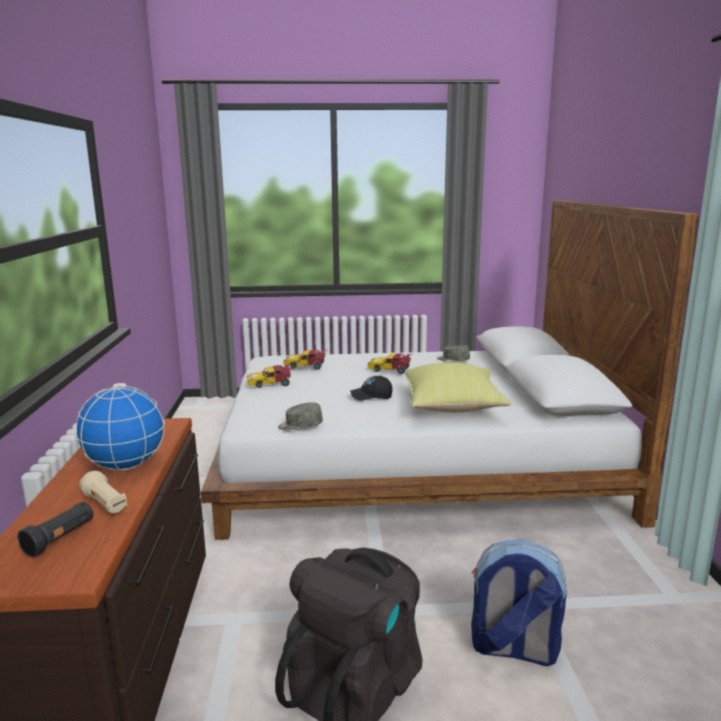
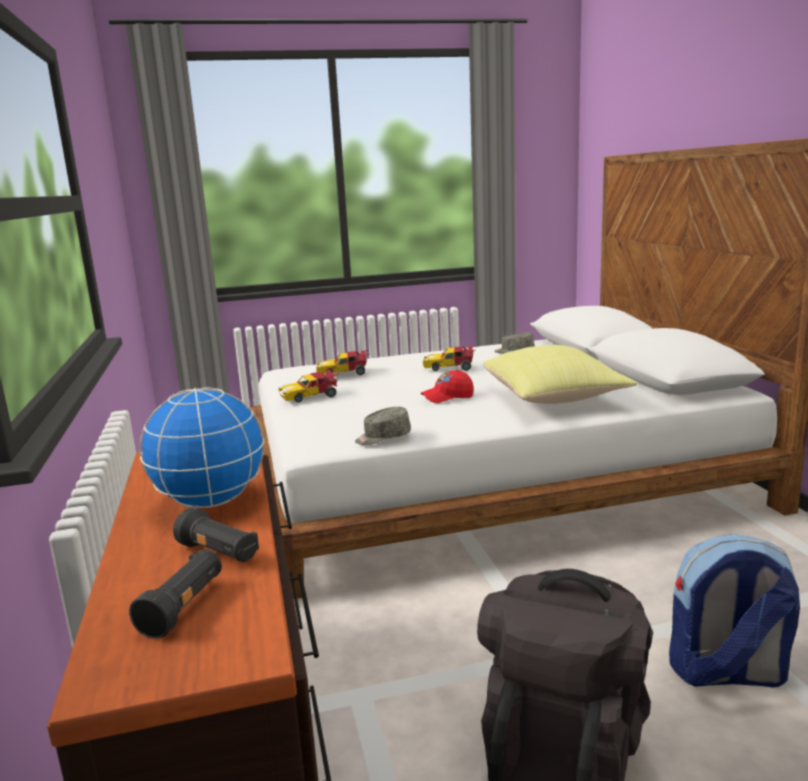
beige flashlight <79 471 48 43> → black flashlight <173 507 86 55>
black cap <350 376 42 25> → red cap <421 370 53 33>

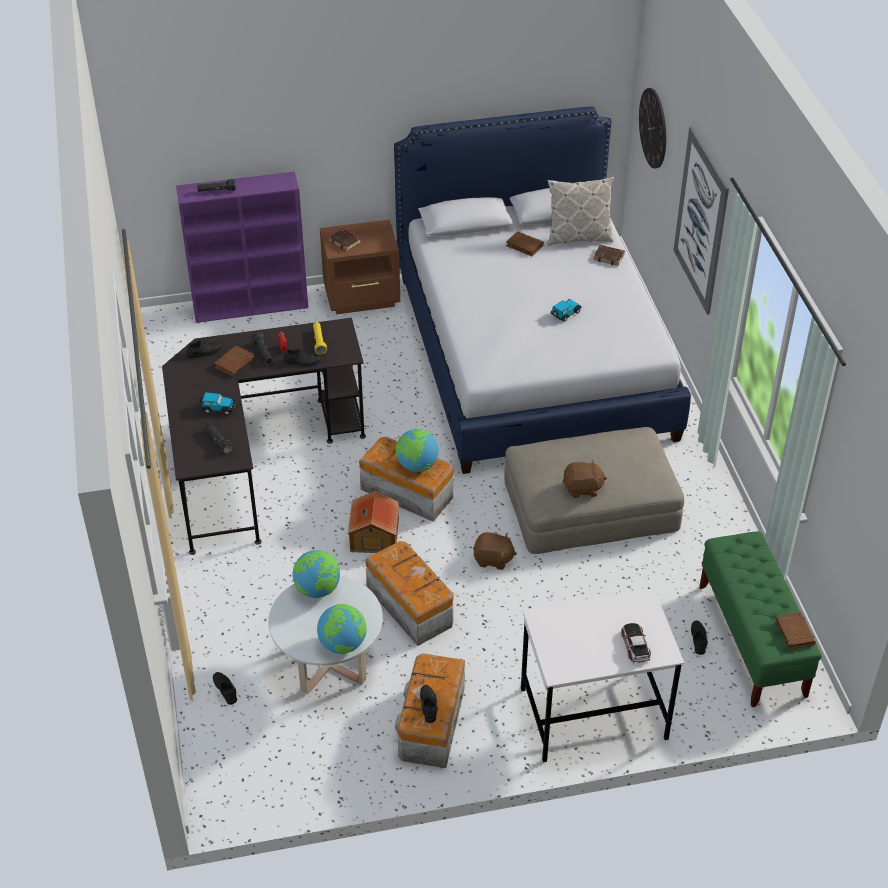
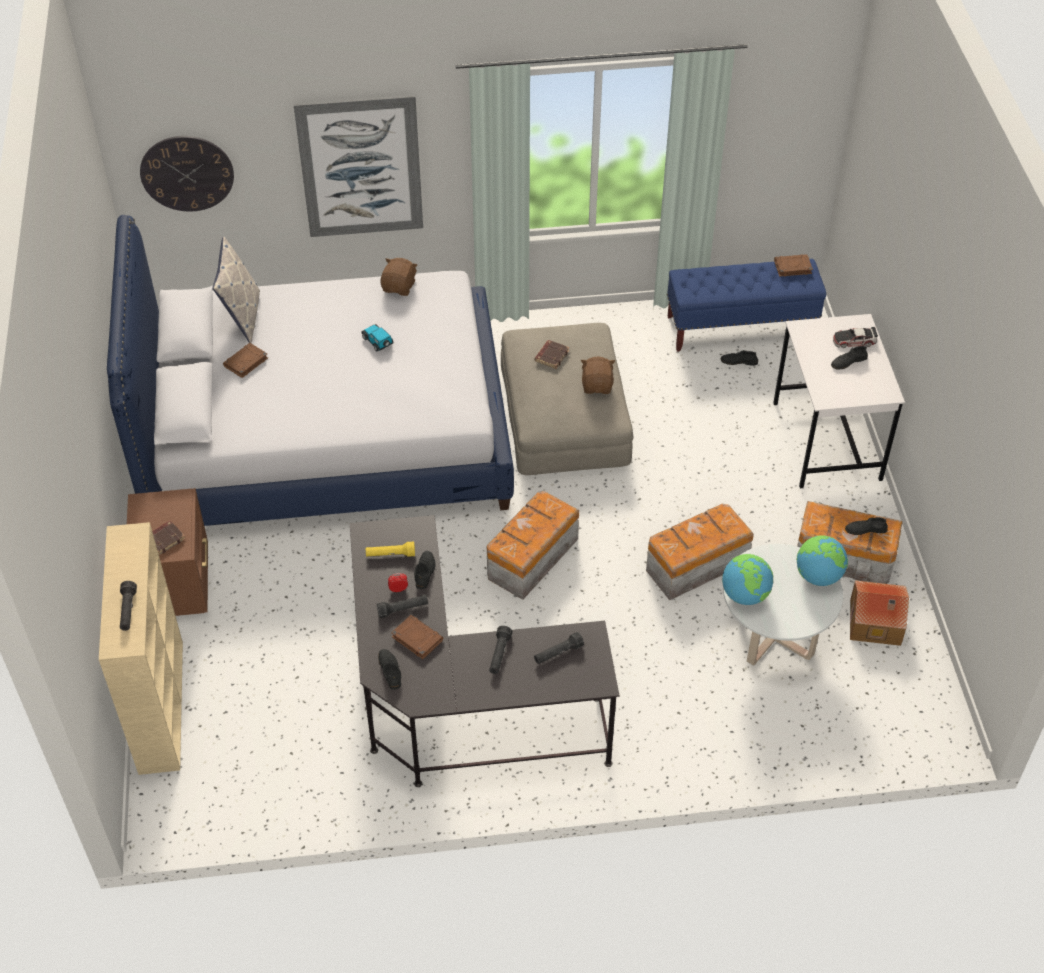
purple bookcase <176 172 132 151> → beige bookcase <99 522 84 253>
toy car <200 392 36 23> → black flashlight <489 626 24 48>
black shoe <213 672 24 33> → black shoe <831 346 37 24>, relocated
toy house <348 491 51 62> → toy house <850 580 59 66>, relocated
globe <395 429 44 43> → -
brown plush toy <473 532 44 38> → brown plush toy <380 258 37 38>, relocated
brown book <593 245 32 21> → brown book <534 340 35 29>, relocated
green bench <699 531 123 176> → blue bench <667 259 159 92>

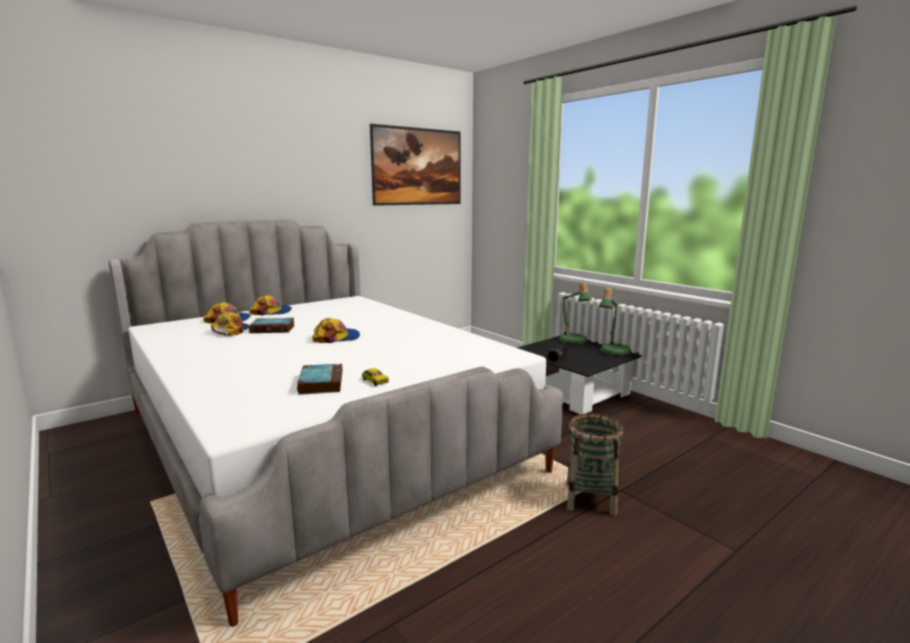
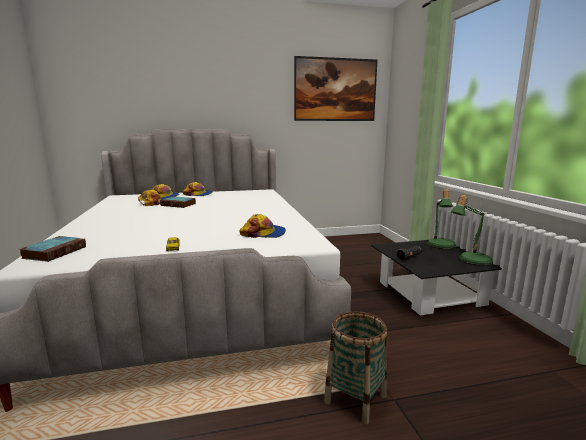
book <297 364 45 31> → book <20 236 66 26>, relocated
cap <312 318 48 25> → cap <240 214 46 24>, relocated

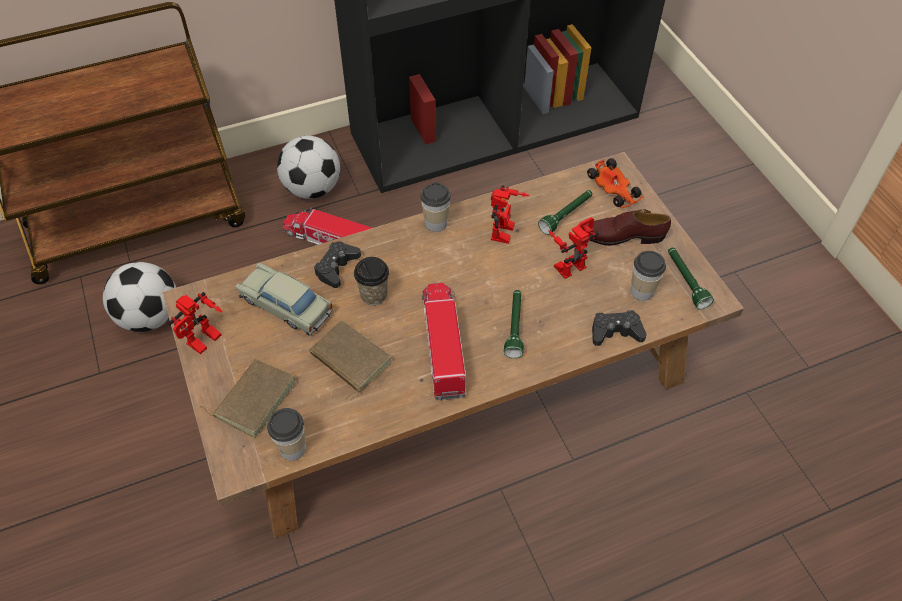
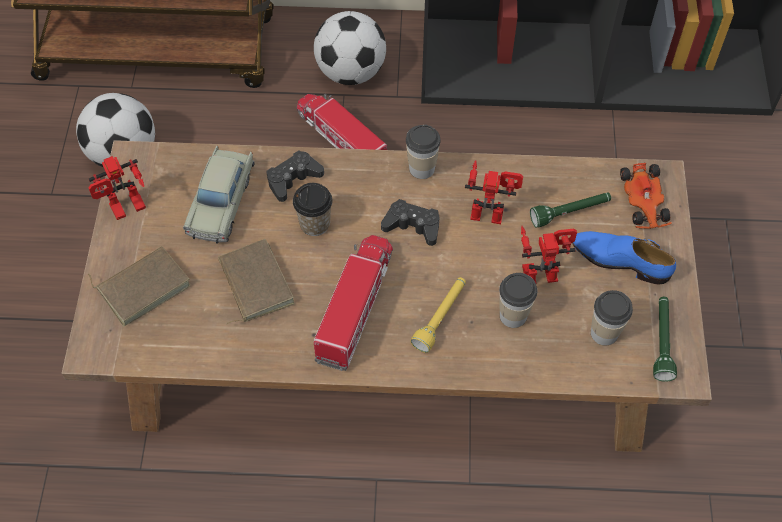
beige toy car <235 263 98 73> → beige toy car <183 145 72 98>, 135 degrees counterclockwise
cup <267 408 39 53> → cup <499 273 38 55>, relocated
toy robot <491 185 39 59> → toy robot <465 160 58 64>, 120 degrees counterclockwise
green flashlight <504 290 20 69> → yellow flashlight <411 277 55 76>
brown shoe <582 209 89 37> → blue shoe <572 231 104 53>
black game controller <592 310 55 36> → black game controller <381 199 58 47>, relocated

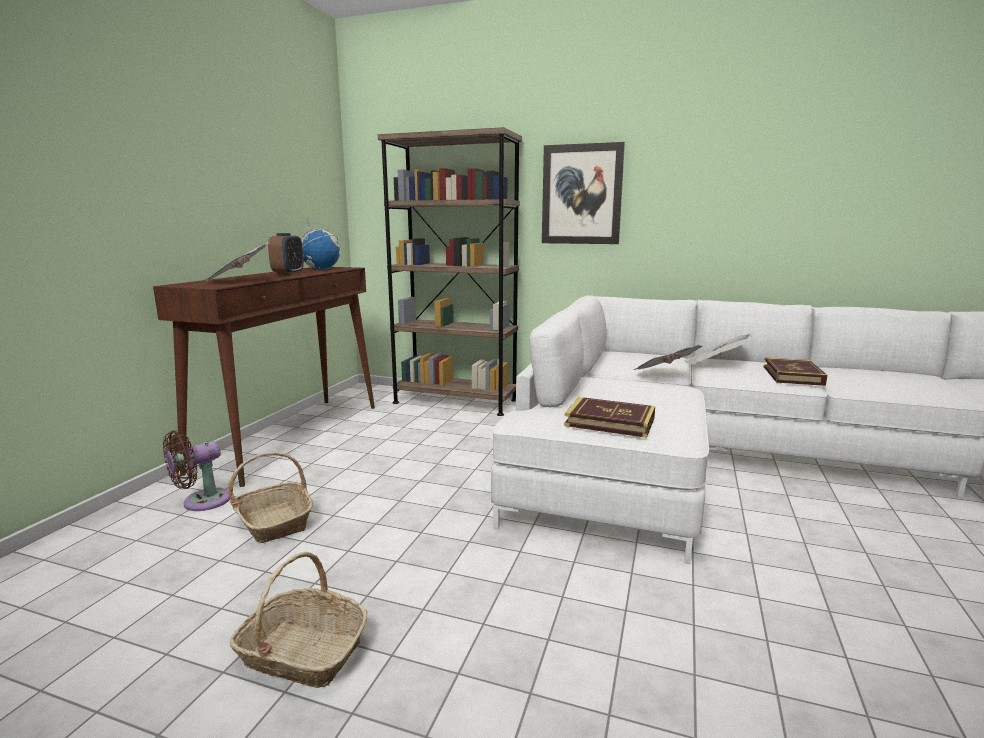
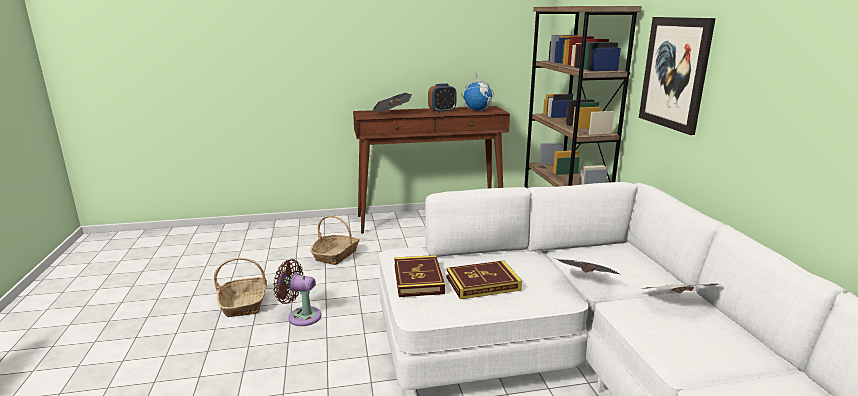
brown fan <163 430 67 81> → brown fan <273 259 49 67>, relocated
book <764 358 64 28> → book <446 261 76 38>, relocated

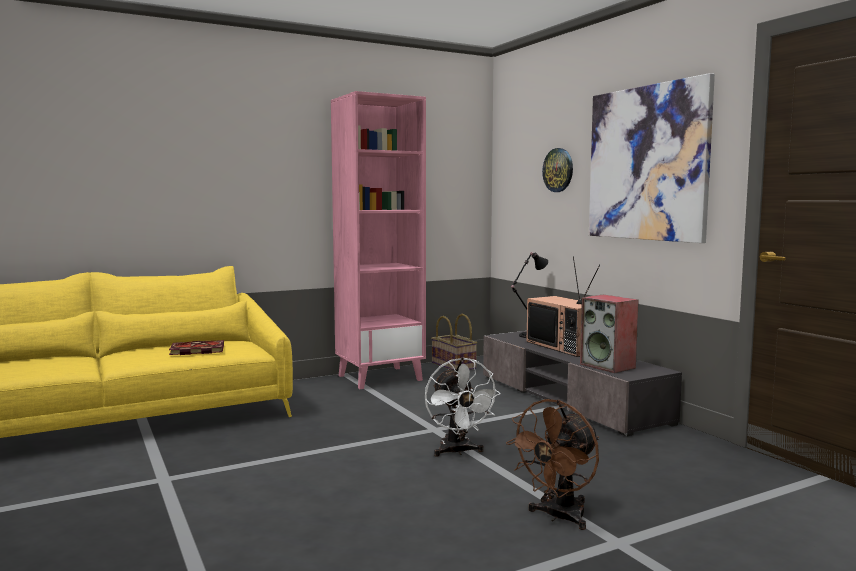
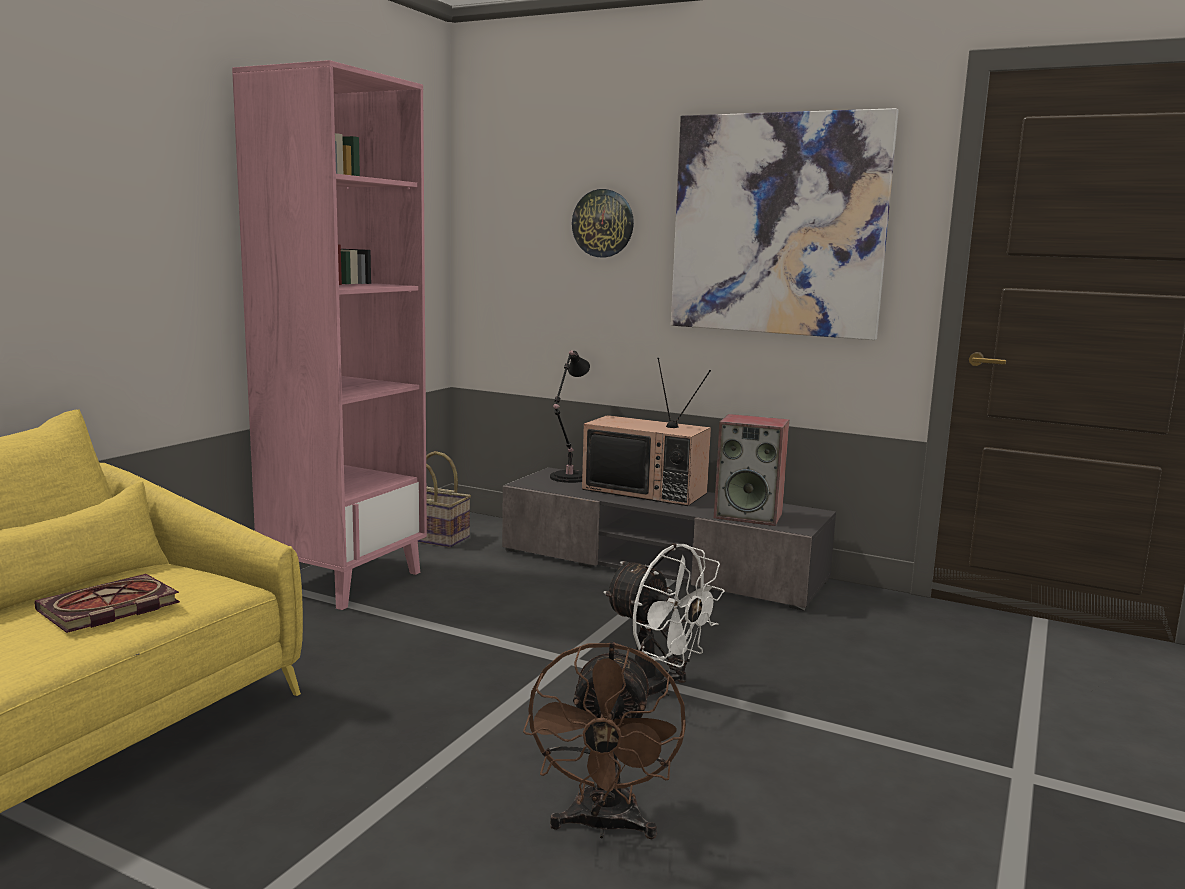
brown fan <506 399 93 131> → brown fan <523 642 163 197>, relocated

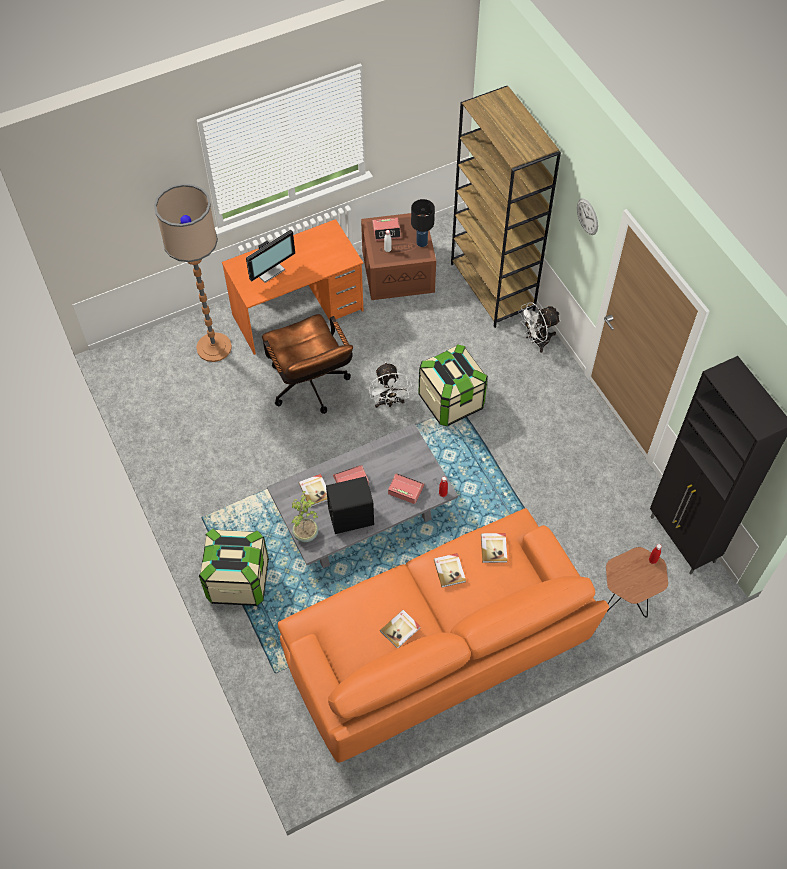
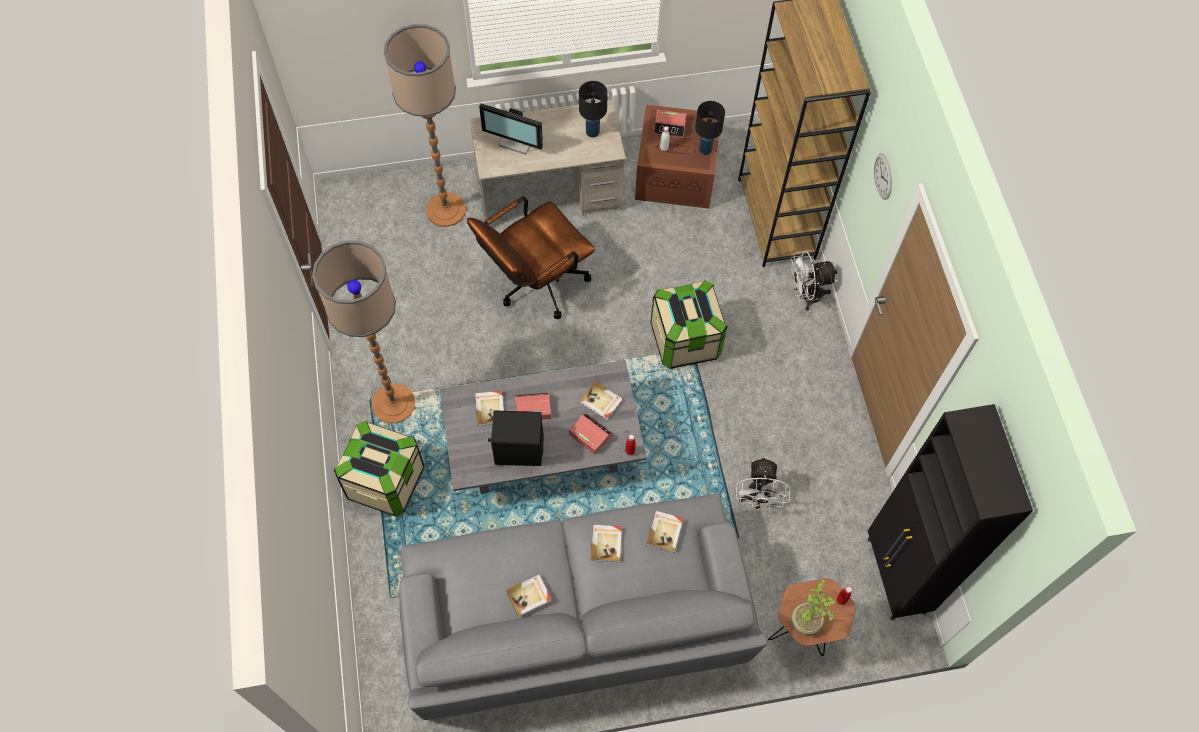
orange desk <222 219 141 136> → beige desk <470 100 156 121>
monitor <246 229 49 54> → monitor <479 103 64 52>, 45 degrees clockwise
brown office chair <262 314 91 100> → brown office chair <467 196 128 123>, 60 degrees clockwise
orange sofa <278 508 331 254> → grey sofa <399 494 368 226>
potted plant <291 491 27 51> → potted plant <792 579 45 56>, relocated
white fan <369 362 44 46> → white fan <736 457 54 53>, relocated
- → floor lamp <312 240 103 183>
- → black table lamp <579 81 29 57>
- → book <580 381 43 39>

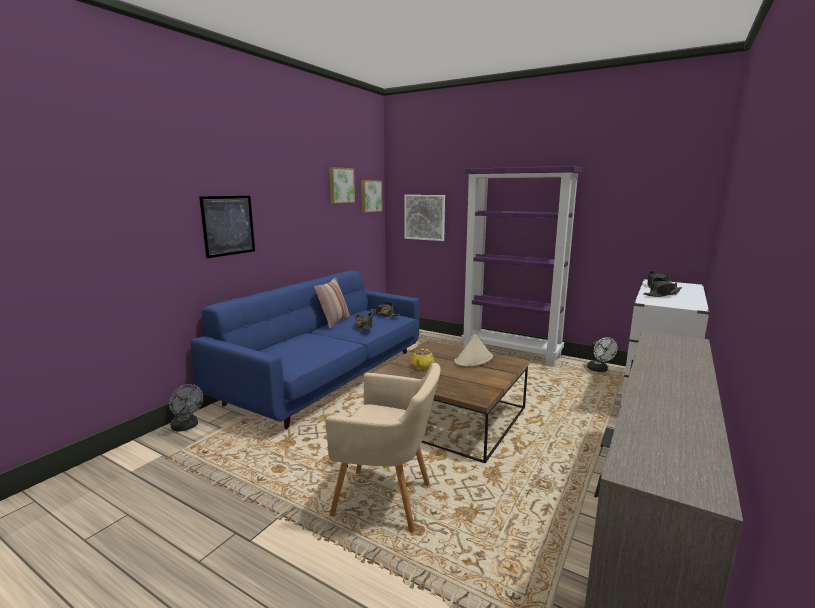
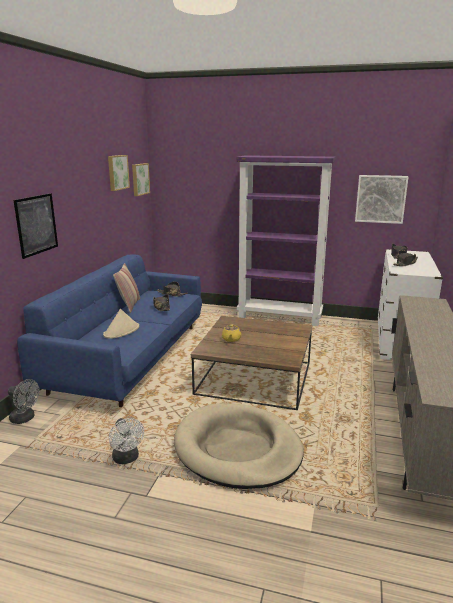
beige armchair <325 363 116 170> → beige dog bed <174 403 130 86>
picture <404 195 41 46> → picture <355 175 54 49>, relocated
beige hat <454 334 39 33> → beige hat <103 309 36 30>, relocated
white fan <587 337 30 35> → white fan <109 418 35 46>, relocated

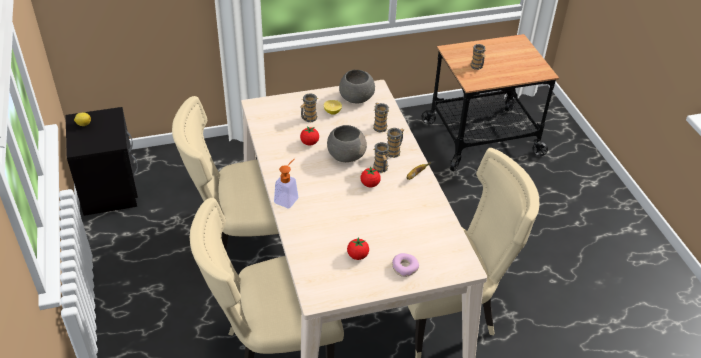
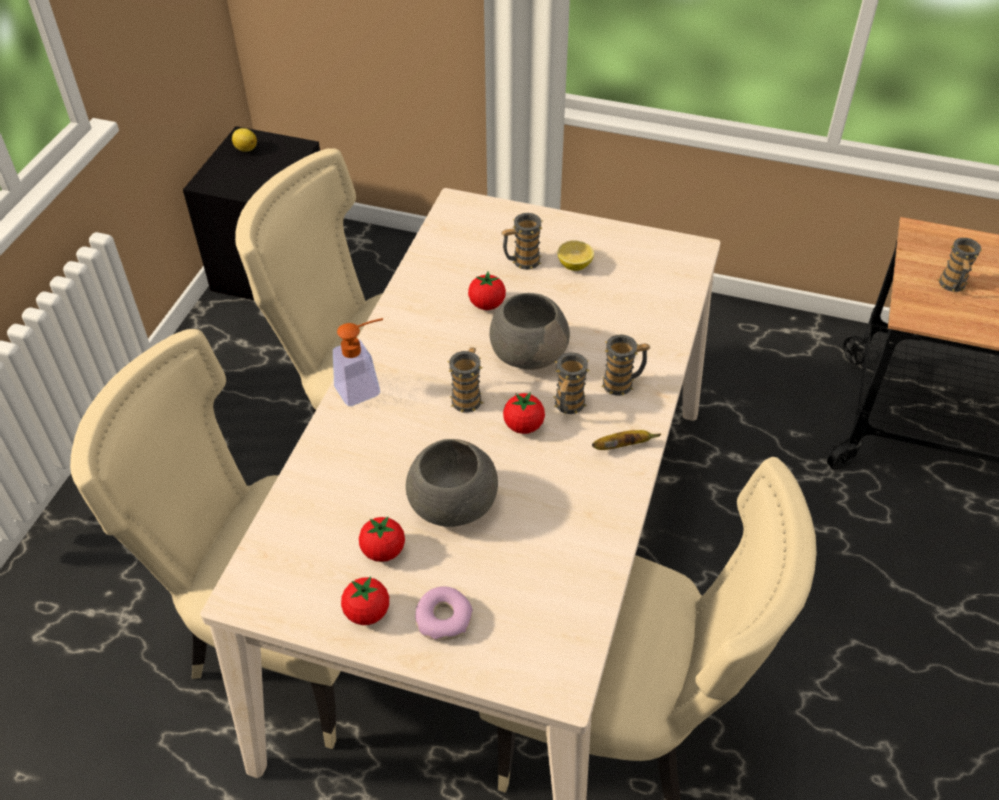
grey bowl <339 70 36 33> → grey bowl <406 439 92 88>, relocated
mug <373 103 16 29> → mug <447 347 36 66>, relocated
- → tomato <341 576 48 49>

